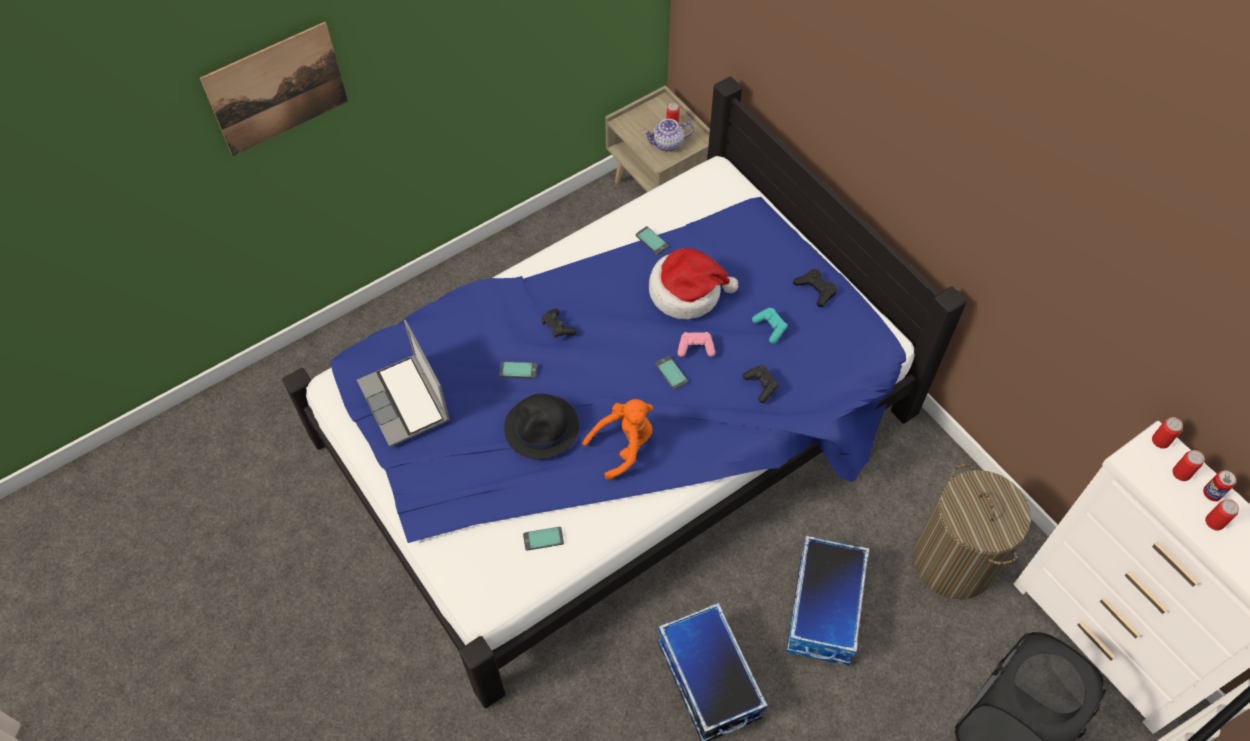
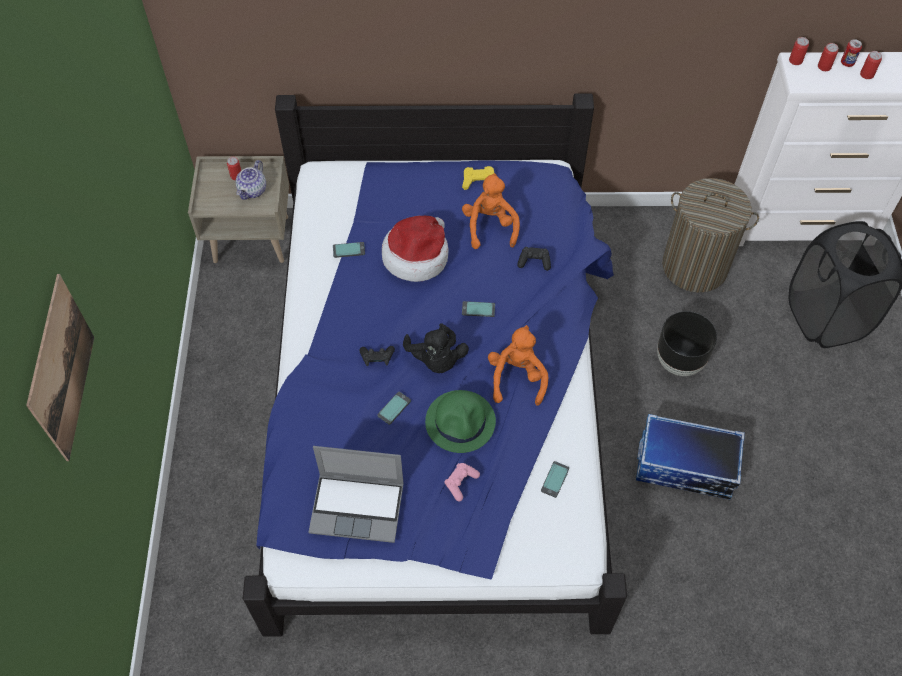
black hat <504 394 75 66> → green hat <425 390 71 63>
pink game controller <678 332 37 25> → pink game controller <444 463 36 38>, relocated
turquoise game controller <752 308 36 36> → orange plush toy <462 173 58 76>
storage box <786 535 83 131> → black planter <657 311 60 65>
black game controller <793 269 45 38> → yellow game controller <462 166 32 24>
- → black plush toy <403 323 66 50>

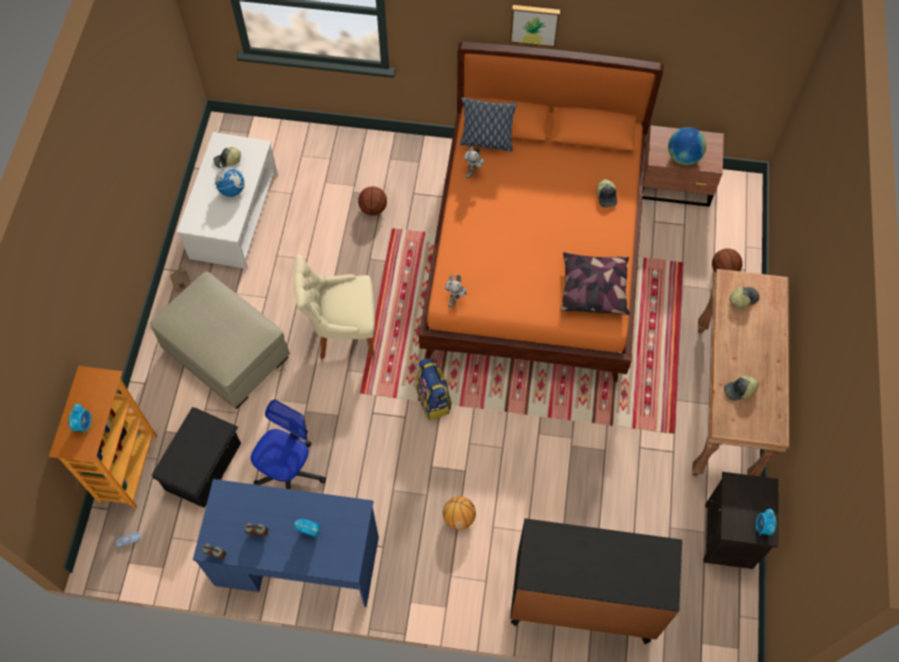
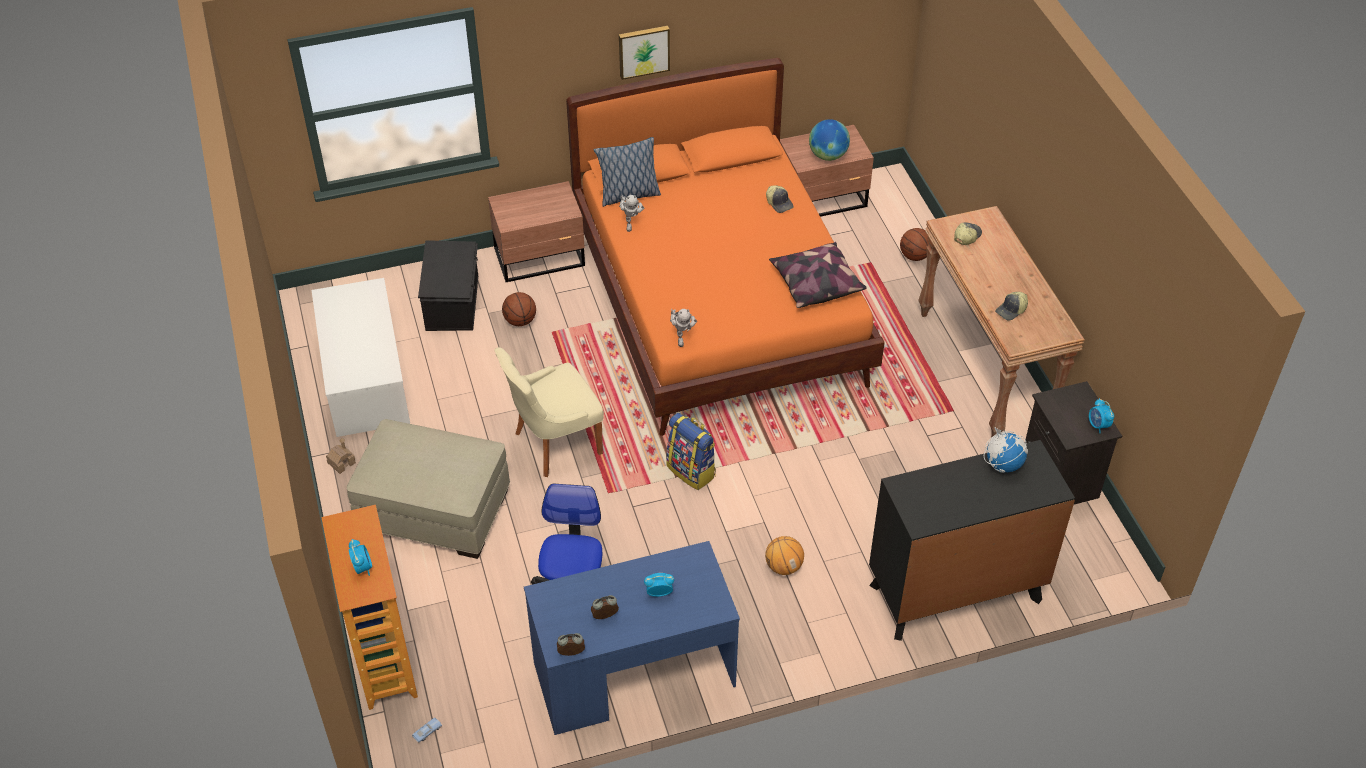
black storage box <152 407 89 101> → black storage box <418 240 60 91>, relocated
cap <213 147 28 21> → -
globe <214 162 31 35> → globe <984 427 44 46>, relocated
- → brown nightstand <488 181 97 101>

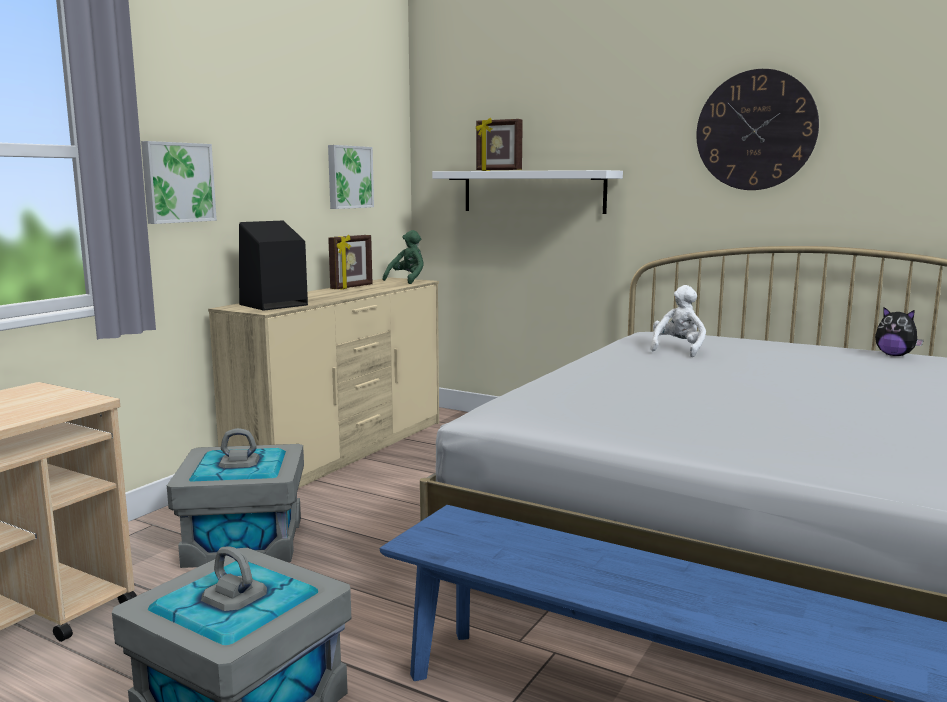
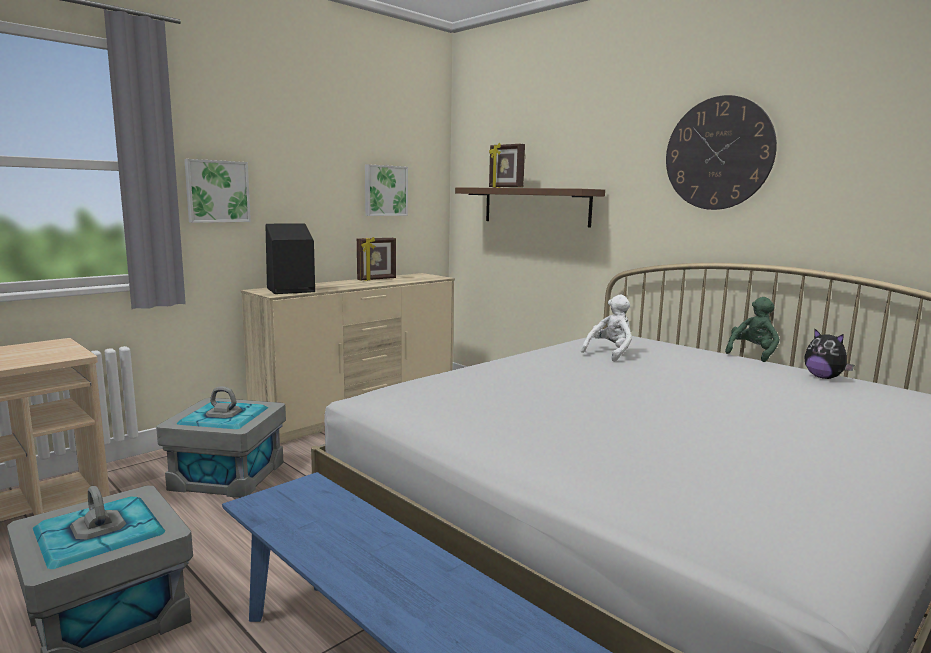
green plush toy <383 230 41 54> → green plush toy <725 297 55 65>, relocated
white shelf <432 170 191 44> → brown shelf <455 187 150 40>

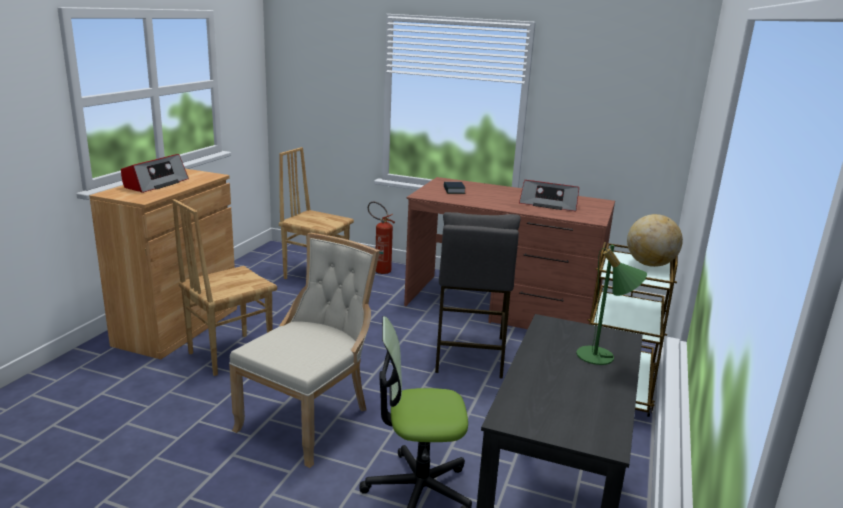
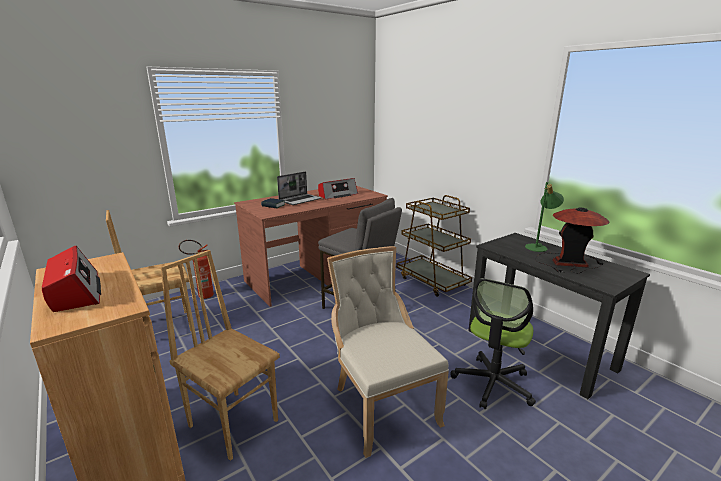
brown chair <172 199 105 177> → brown chair <160 250 120 211>, 135 degrees clockwise
globe <627 214 56 53> → -
- → laptop <277 172 44 33>
- → table lamp <535 208 74 65>

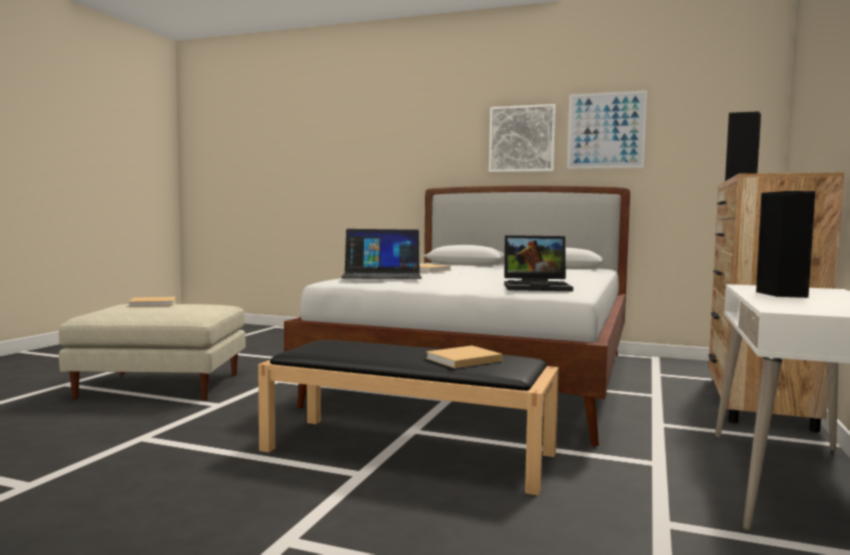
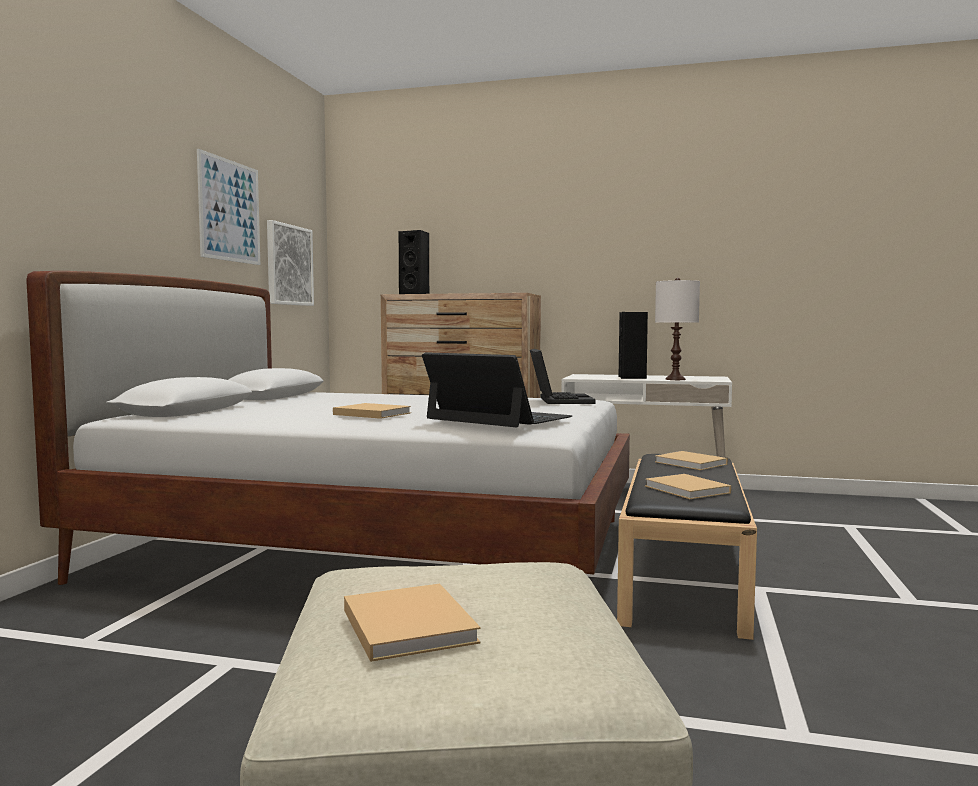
laptop <341 229 81 50> → laptop <422 352 150 75>, 45 degrees counterclockwise
picture <489 104 67 68> → picture <267 220 47 86>, relocated
- → beige book <645 474 86 25>
- → white table lamp <655 278 45 102>

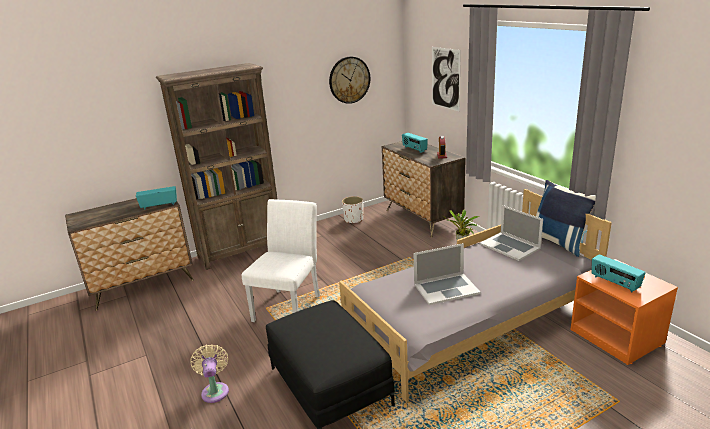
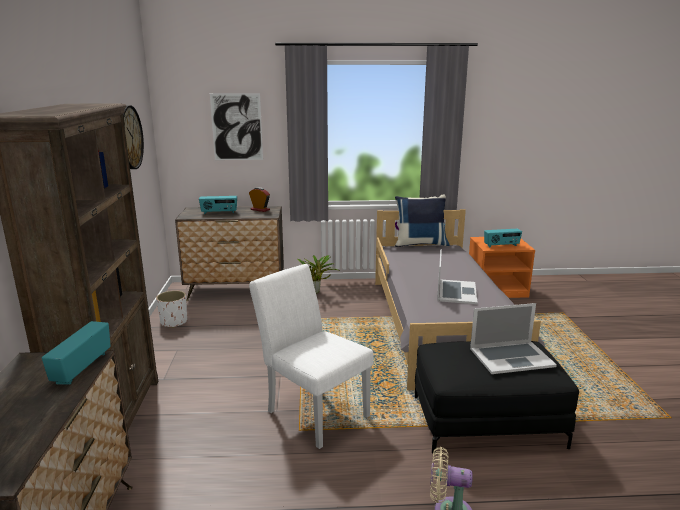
laptop <480 205 63 56> → laptop <470 303 87 71>, relocated

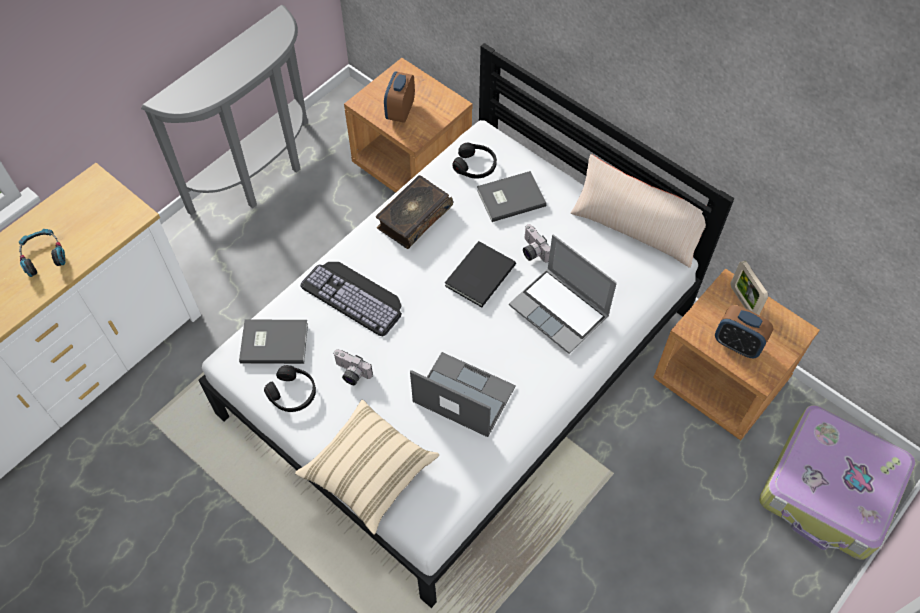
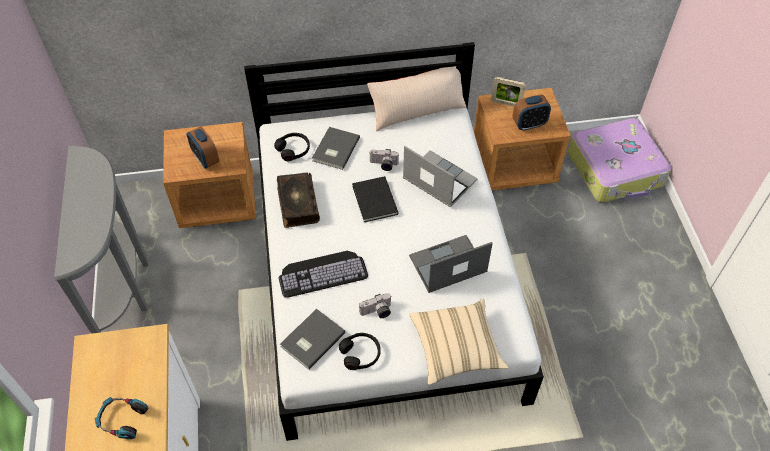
laptop <509 235 108 119> → laptop <403 146 75 61>, 135 degrees counterclockwise

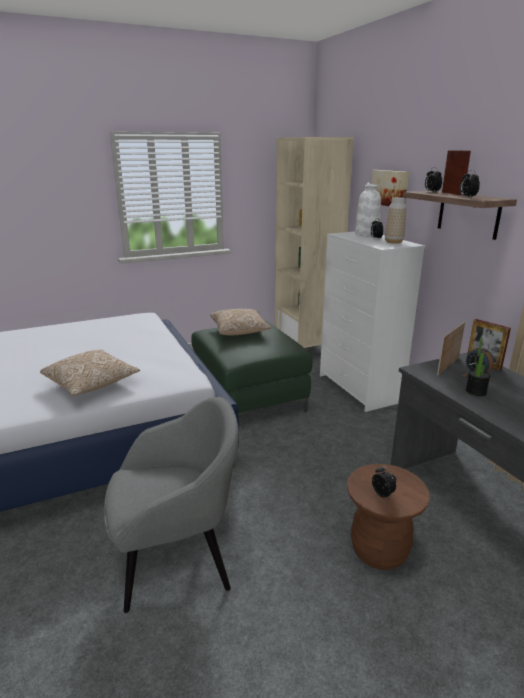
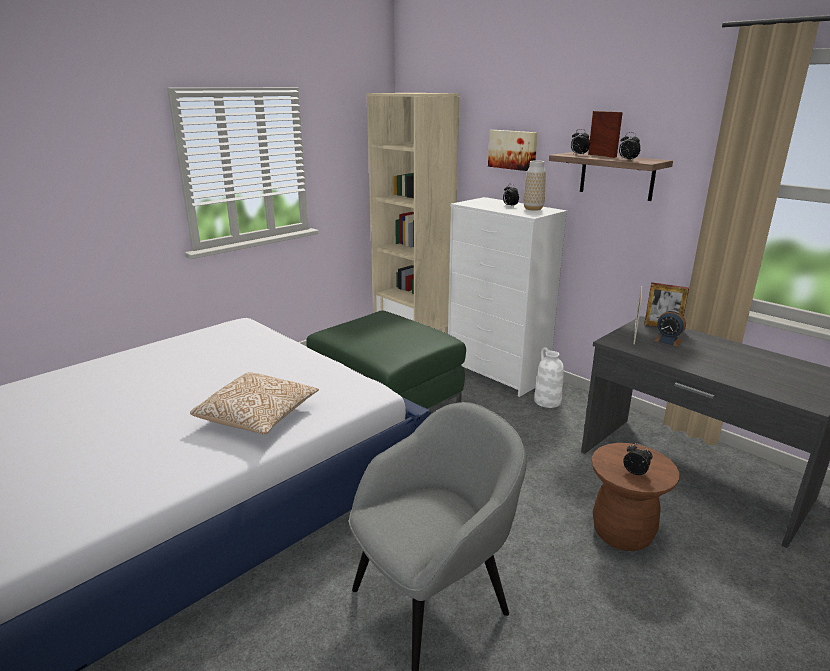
pillow <210 309 62 26> → -
white vase <355 183 26 53> → white vase <534 347 30 61>, relocated
potted plant <466 338 24 58> → -

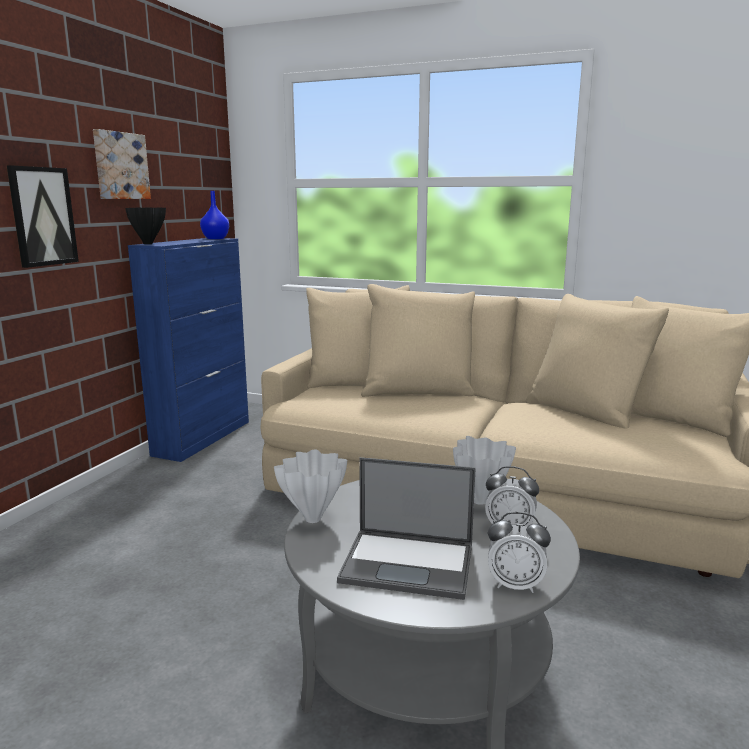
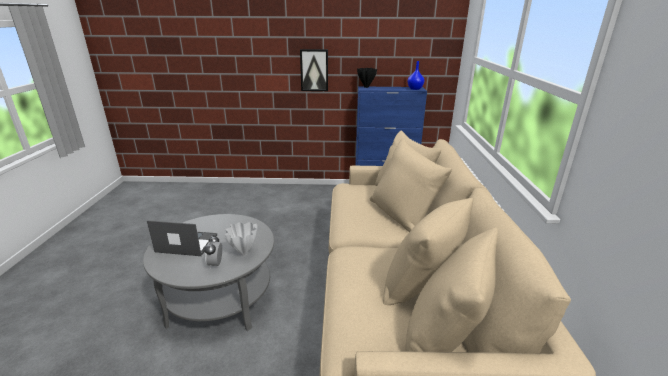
picture <93 129 58 70> → -
white vase <274 450 73 73> → -
laptop <337 457 139 143> → laptop <147 220 70 36>, 105 degrees clockwise
alarm clock <488 512 63 81> → -

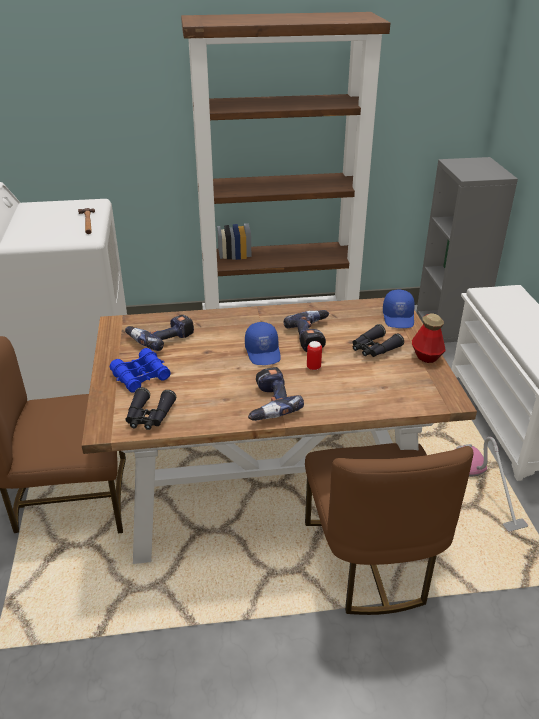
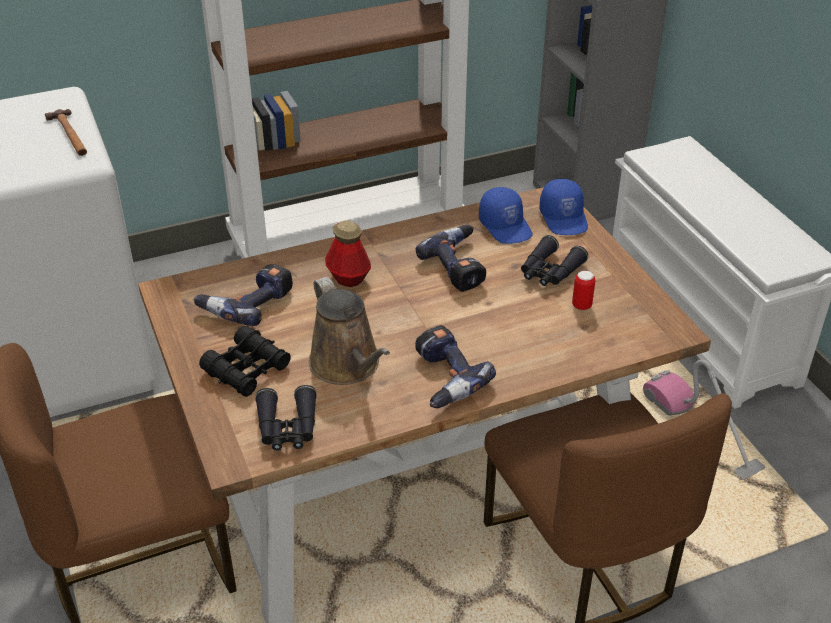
blue binoculars <110 348 61 45> → black binoculars <199 326 92 71>
blue cap <245 322 36 43> → blue cap <479 187 54 57>, relocated
can <307 341 15 29> → can <572 271 23 39>, relocated
bottle <412 313 34 50> → bottle <325 220 46 67>, relocated
- → brown watering can <309 277 81 108>

